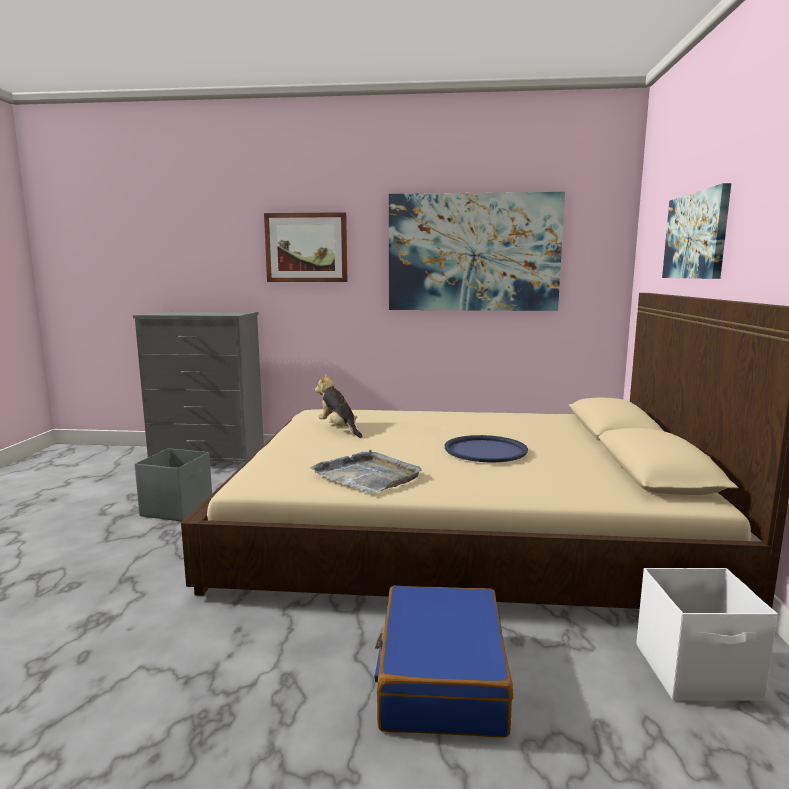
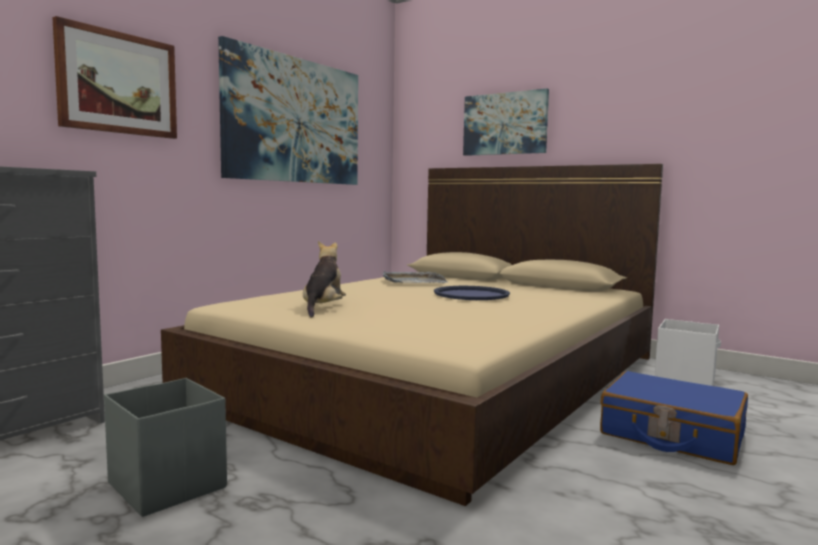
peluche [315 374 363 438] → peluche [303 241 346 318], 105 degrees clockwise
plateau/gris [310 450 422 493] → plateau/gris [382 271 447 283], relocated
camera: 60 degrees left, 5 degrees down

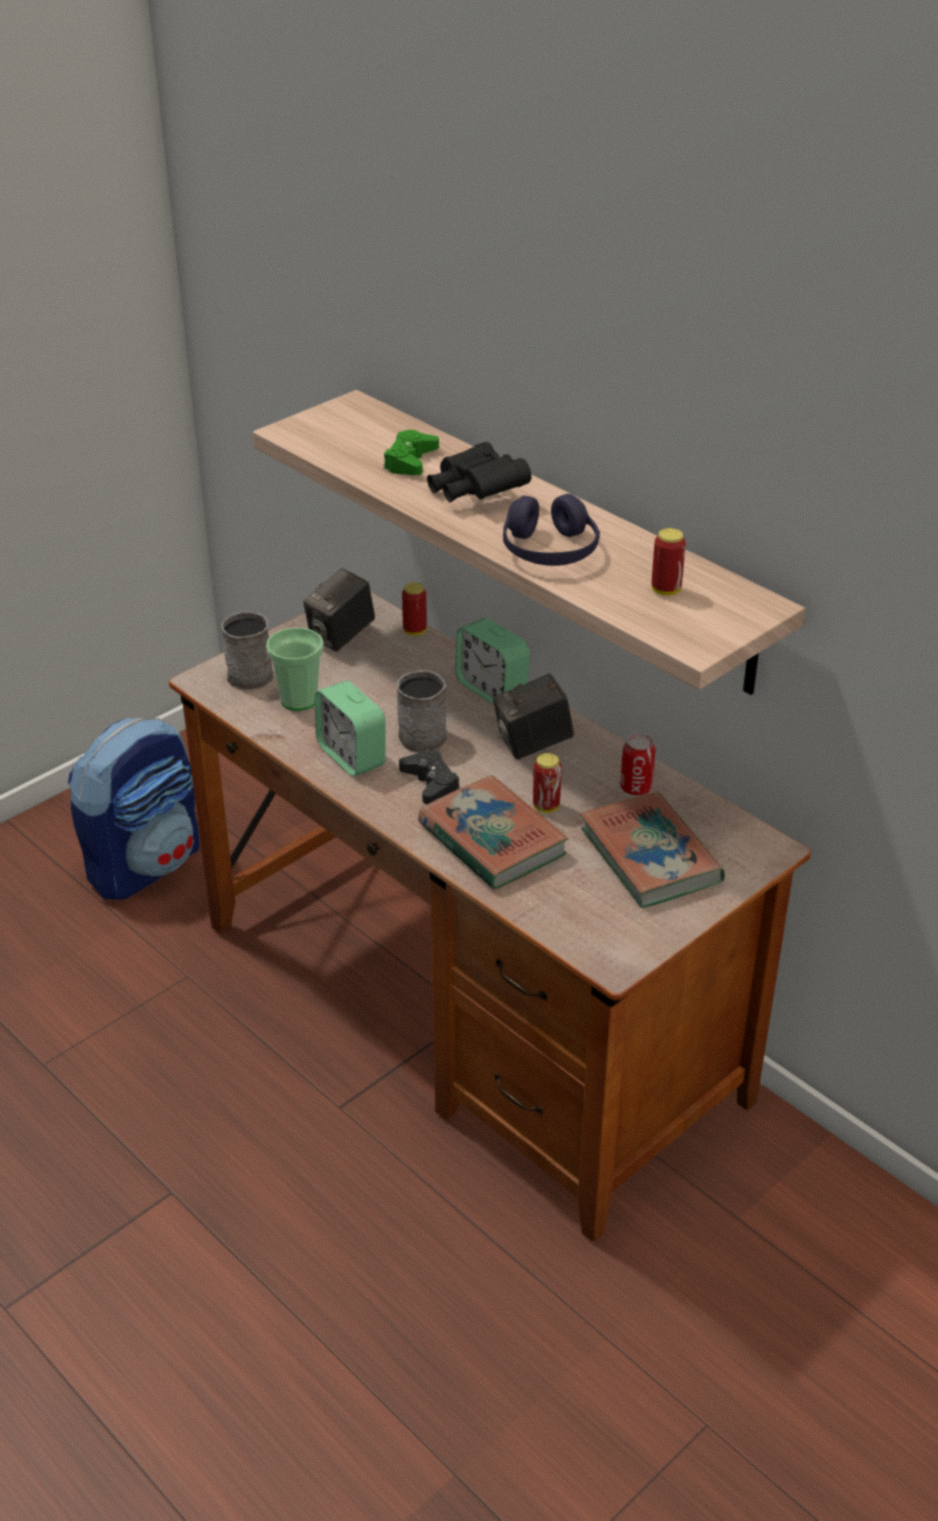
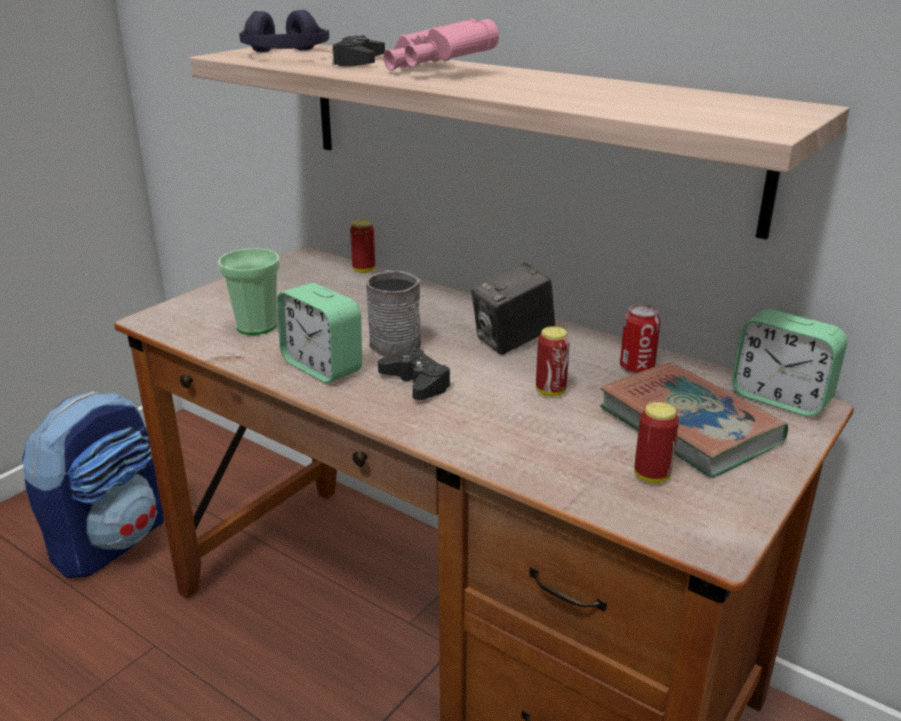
casque audio/violet [503 494 600 566] → casque audio/violet [239 10 329 52], relocated
manette/vert [383 430 439 475] → manette/noir [332 35 385 66]
jumelles/noir [427 442 531 503] → jumelles/rose [383 19 499 71]
boîte métallique [652 528 686 595] → boîte métallique [635 402 679 483], relocated
réveil [455 618 530 705] → réveil [732 309 848 417], relocated
mug/gris [221 611 273 690] → -
appareil photo [303 568 375 652] → -
livre [418 775 569 890] → -
camera: 10 degrees left, 10 degrees down

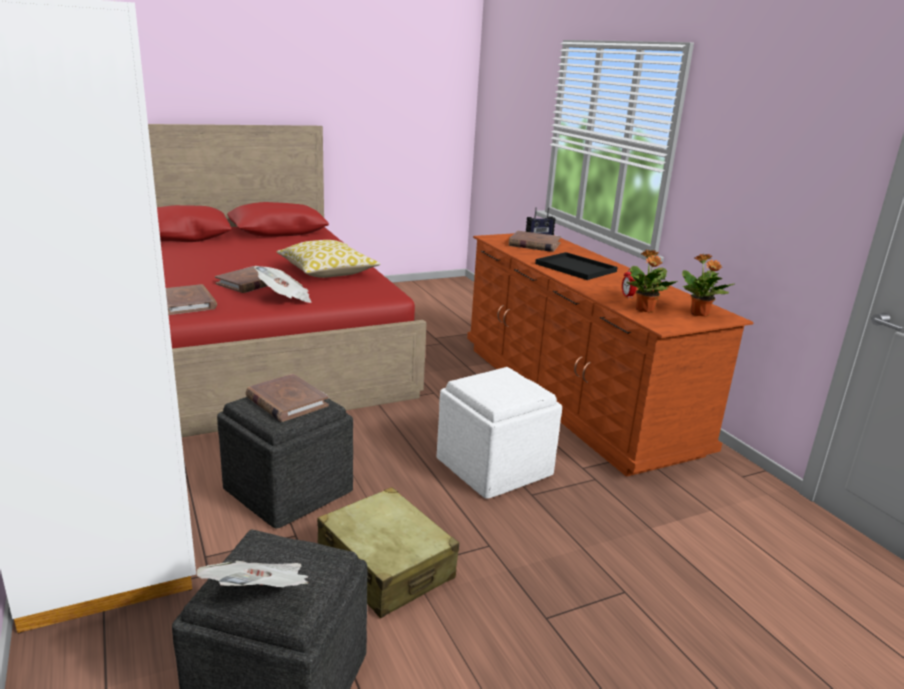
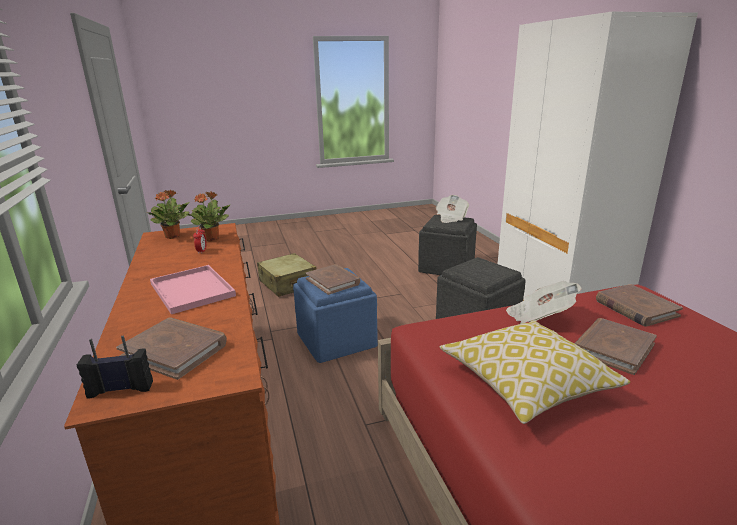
plateau/noir [535 252 618 280] → plateau/rose [150 265 236 314]
valise/beige [317 487 459 618] → valise/beige [257 253 317 297], relocated
pouf/blanc [437 367 562 499] → pouf/bleu [293 268 378 363]
livre/marron [246 374 329 422] → livre/marron [305 264 360 295], relocated
camera: 170 degrees left, 0 degrees up

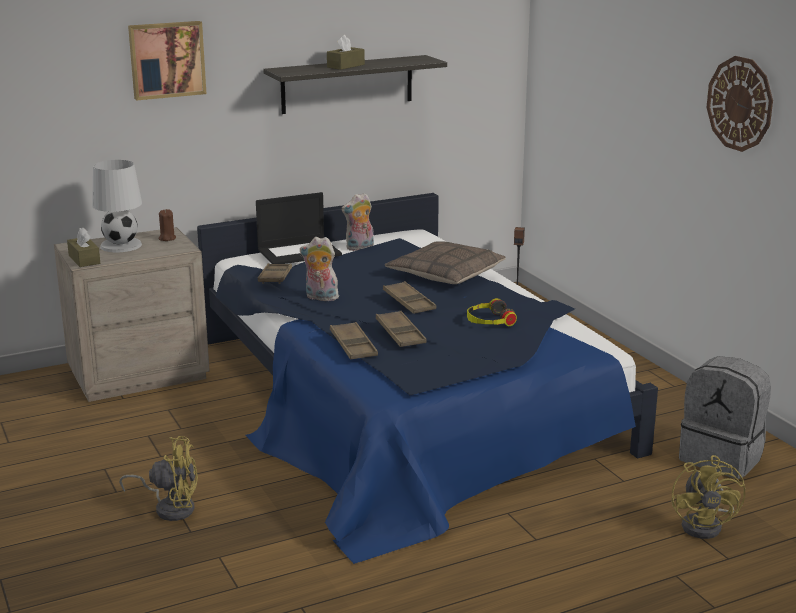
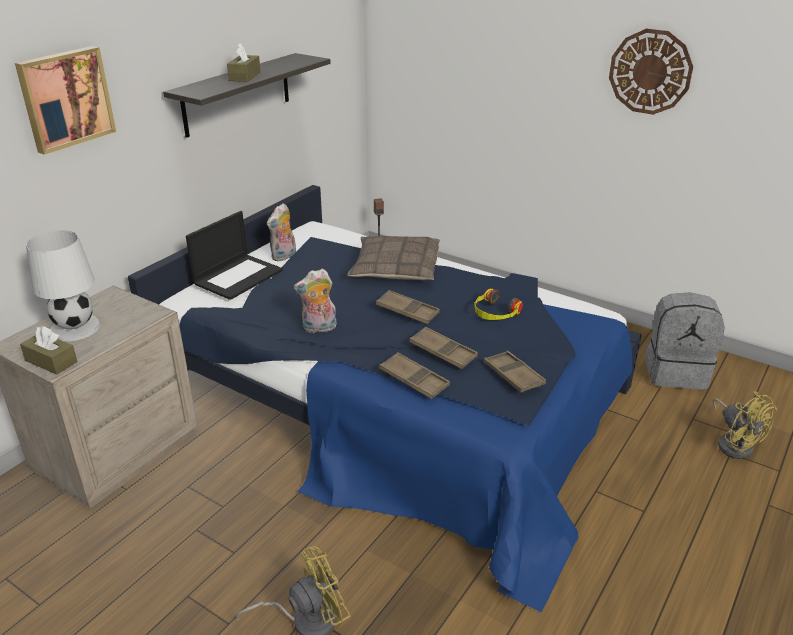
plateau/marron [258 263 292 284] → plateau/marron [484 351 546 392], relocated
bougie/marron [159 209 176 241] → -
camera: 30 degrees left, 10 degrees up

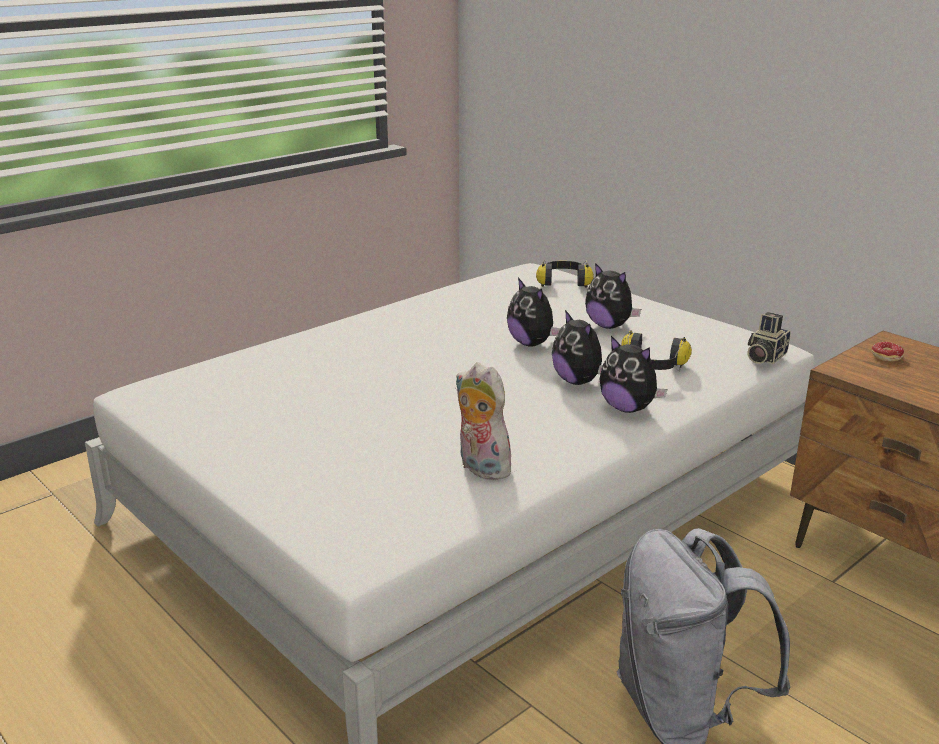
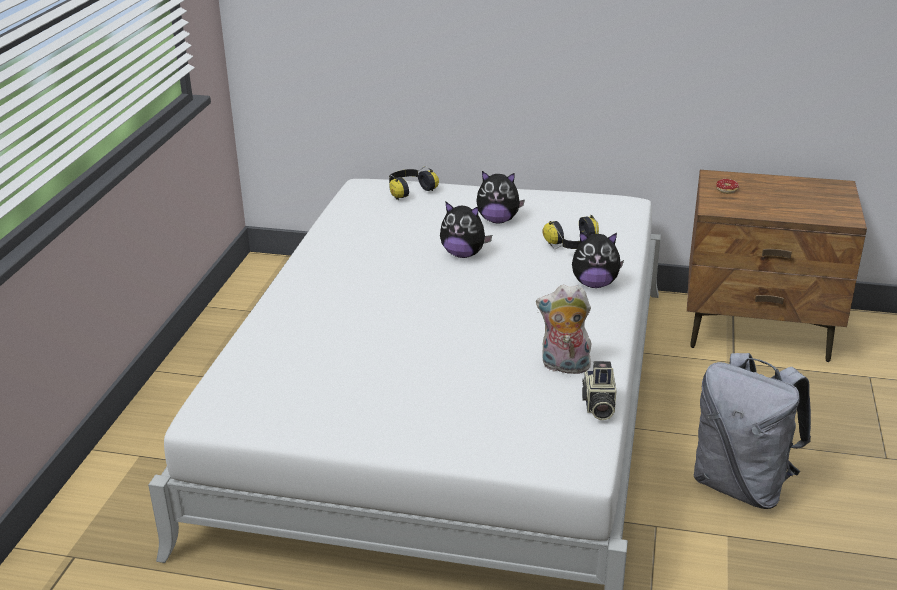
appareil photo [747 312 791 364] → appareil photo [582 361 616 420], relocated
peluche [552 310 603 385] → -
camera: 35 degrees left, 5 degrees up

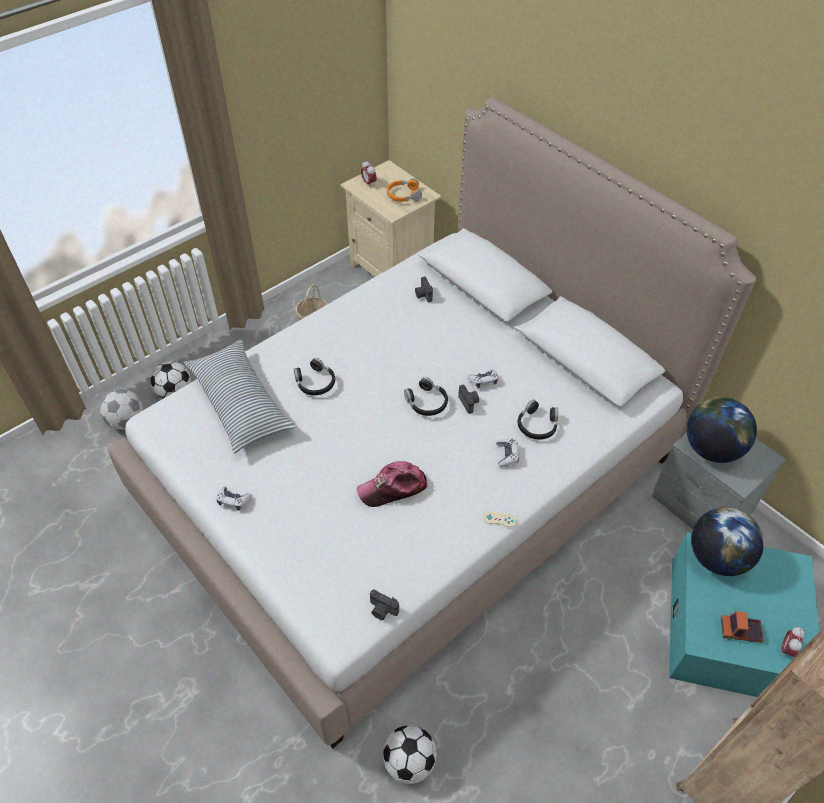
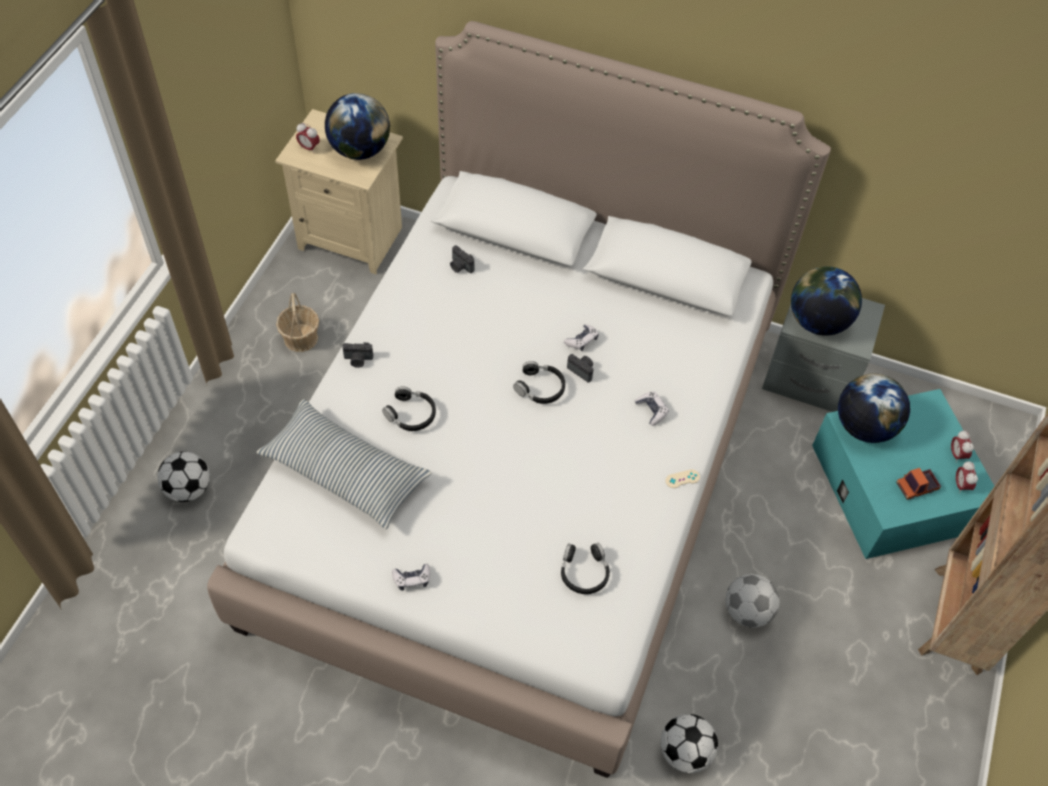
casque audio/orange [387 178 422 202] → globe [325 93 390 160]
appareil photo [370 589 399 620] → appareil photo [342 342 373 368], relocated
casque audio/noir [518 400 558 440] → casque audio/noir [561 543 610 594], relocated
ballon de foot [100 389 143 430] → ballon de foot [726 574 780 628], relocated
- → réveil [951 431 974 462]
casquette [357 461 427 507] → -
camera: 30 degrees left, 5 degrees up

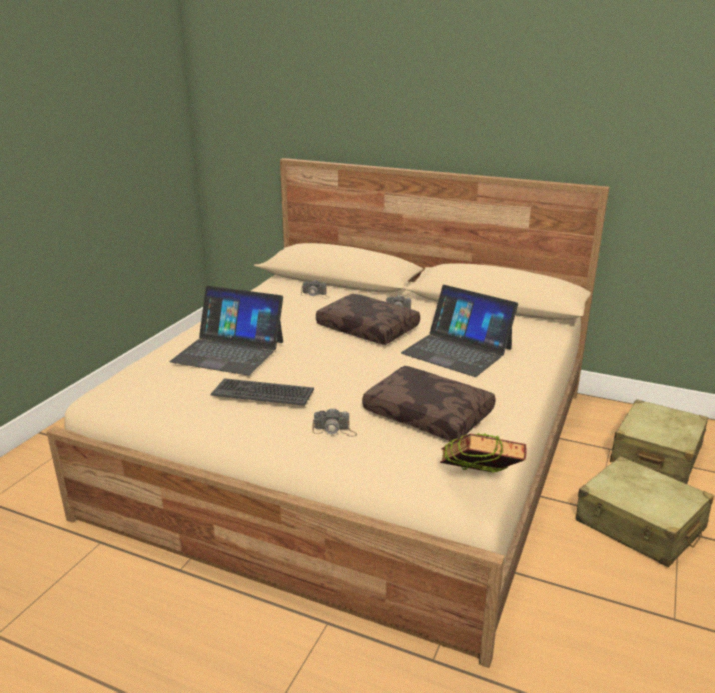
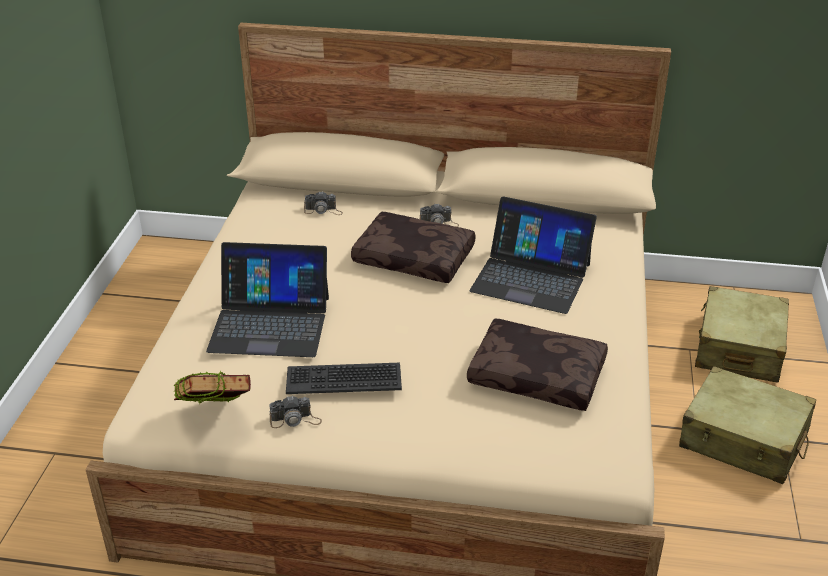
livre [440 433 526 473] → livre [174 371 251 404], relocated
appareil photo [312 409 357 437] → appareil photo [269 395 322 428], relocated
camera: 15 degrees left, 10 degrees up

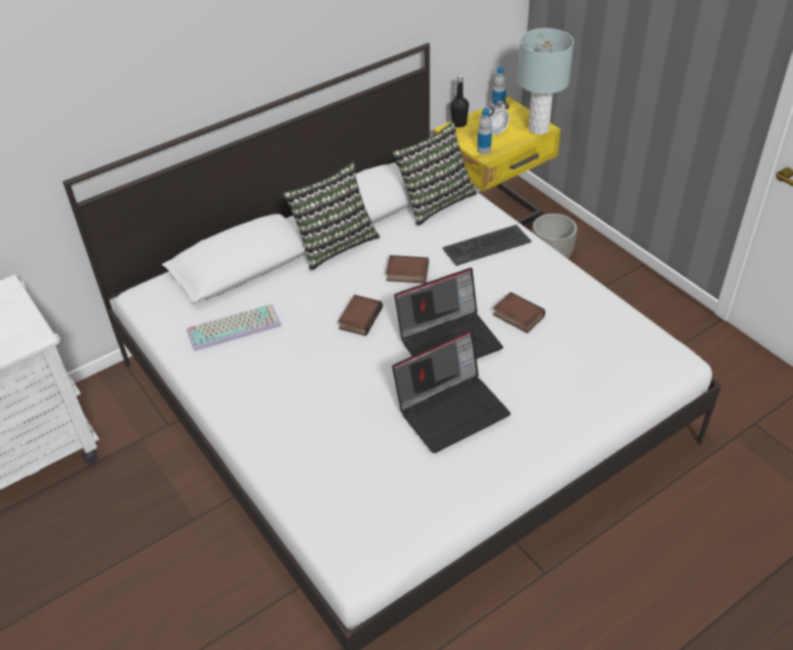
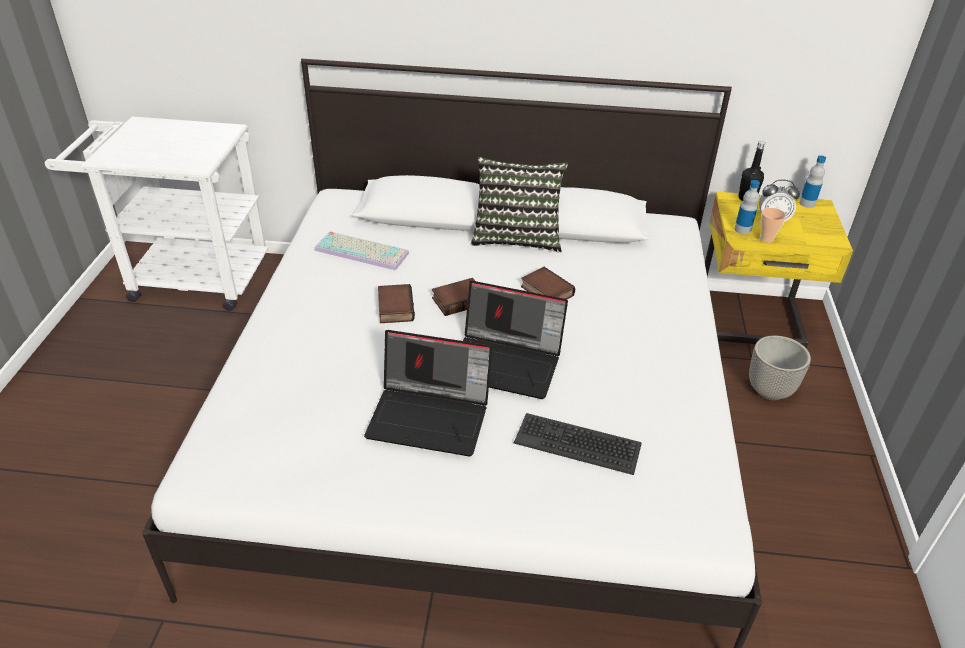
livre [493 292 545 333] → livre [378 284 415 323], relocated
clavier [443 225 532 266] → clavier [514 413 642 475], relocated
- → tasse [760 208 786 243]
coussin [392 122 477 226] → -
lampe de table/gris [518 28 574 134] → -
camera: 40 degrees right, 5 degrees down

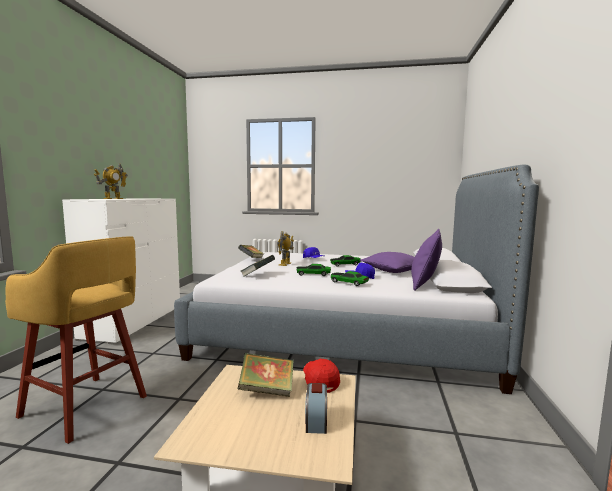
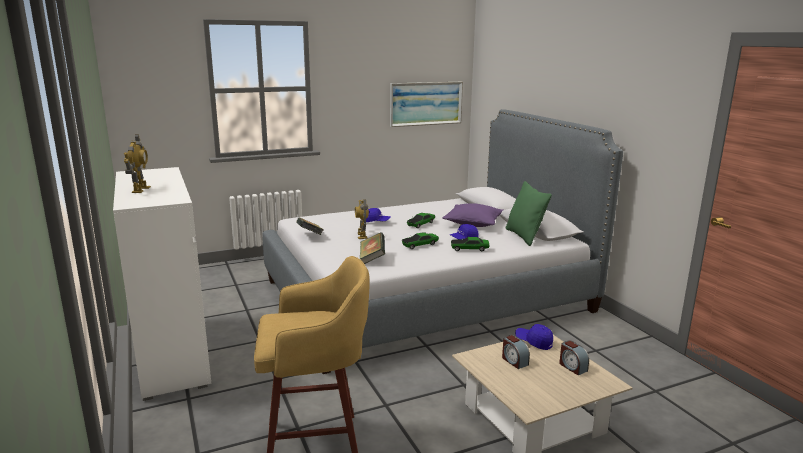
- → tableau [390 82 463 127]
livre [238 353 294 397] → réveil [502 335 530 369]
coussin/violet [411 229 442 291] → coussin/vert [506 181 552 246]
casquette/rouge [303 359 340 393] → casquette/bleu [515 324 553 350]
camera: 35 degrees left, 10 degrees up

